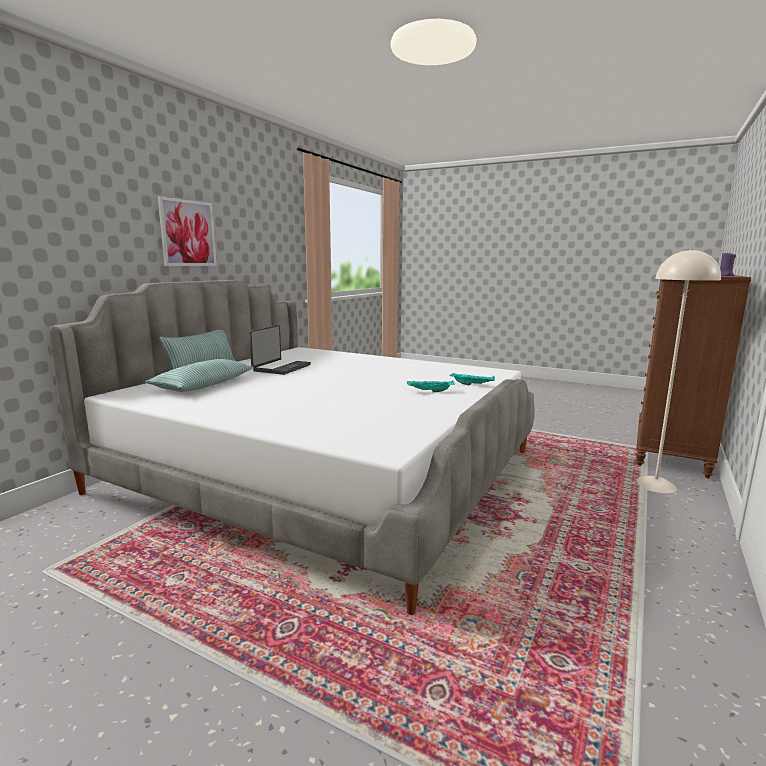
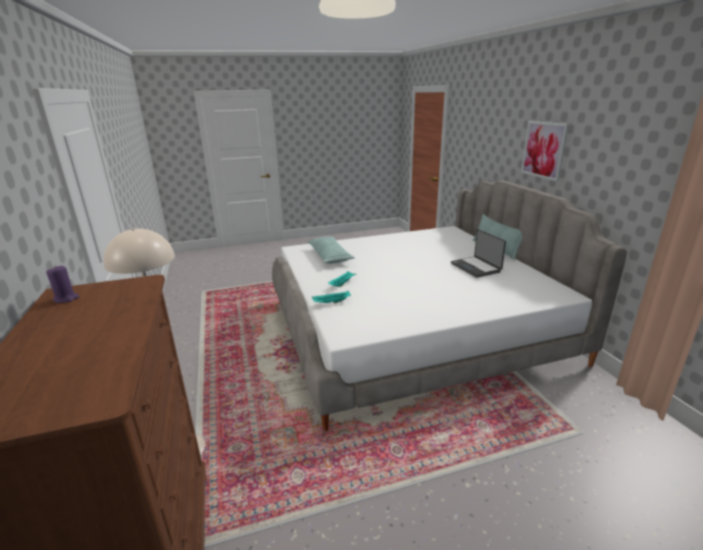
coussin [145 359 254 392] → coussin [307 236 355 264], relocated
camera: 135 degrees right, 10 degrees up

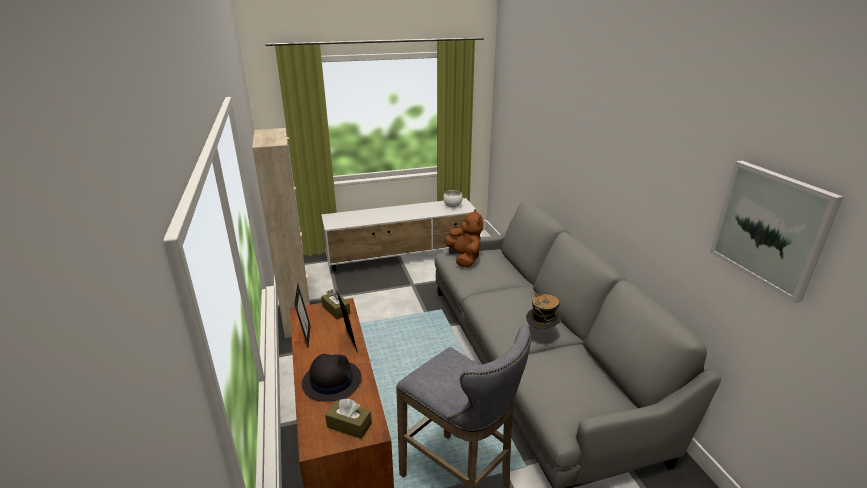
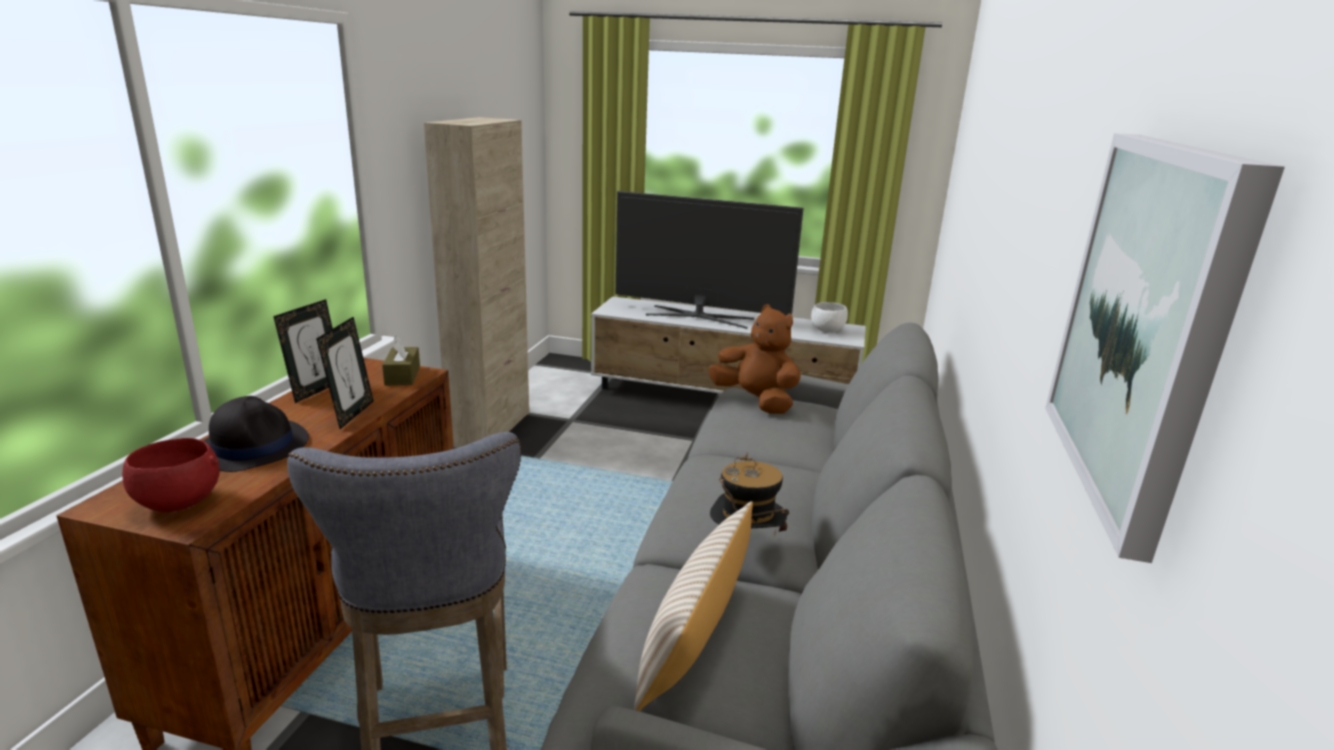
boîte à mouchoirs/marron [325 399 372 439] → bol/rouge [122 438 219 512]
- → téléviseur [615 191 804 329]
- → coussin/beige [633 501 753 711]
peluche/marron [445 209 483 268] → peluche/marron [708 304 800 414], 60 degrees counterclockwise
camera: 30 degrees right, 5 degrees down

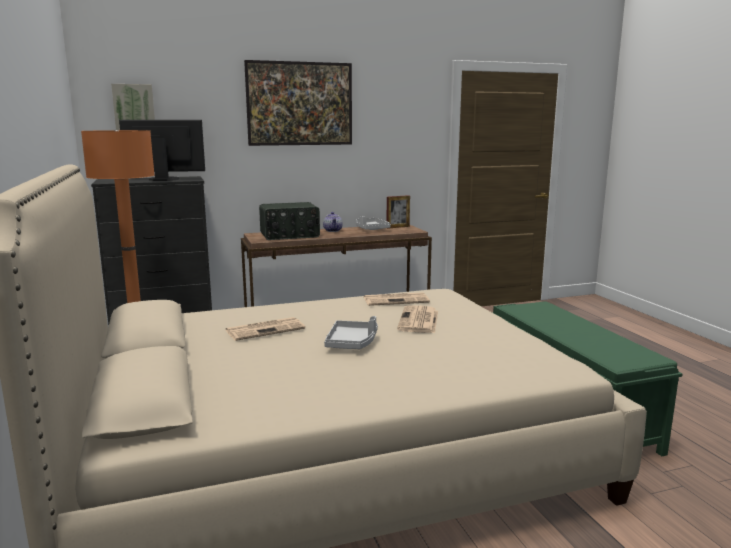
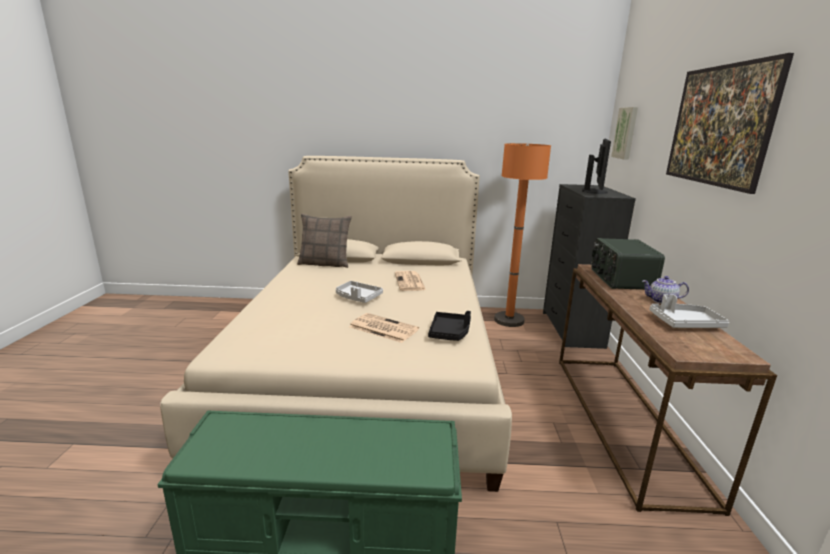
- → coussin [297 213 352 268]
journal [364 292 430 306] → plateau/noir [428 311 471 341]
cadre photo [387 195 410 229] → -
camera: 110 degrees right, 5 degrees up

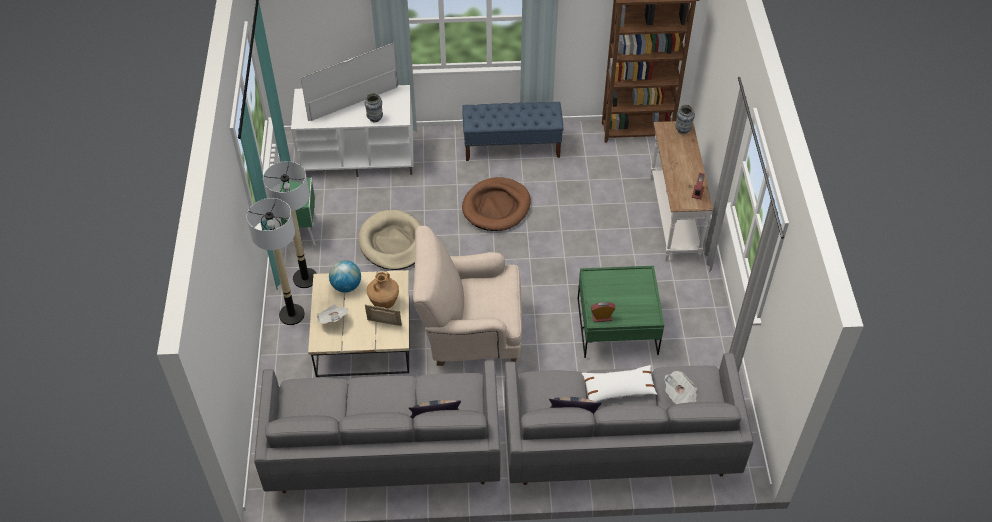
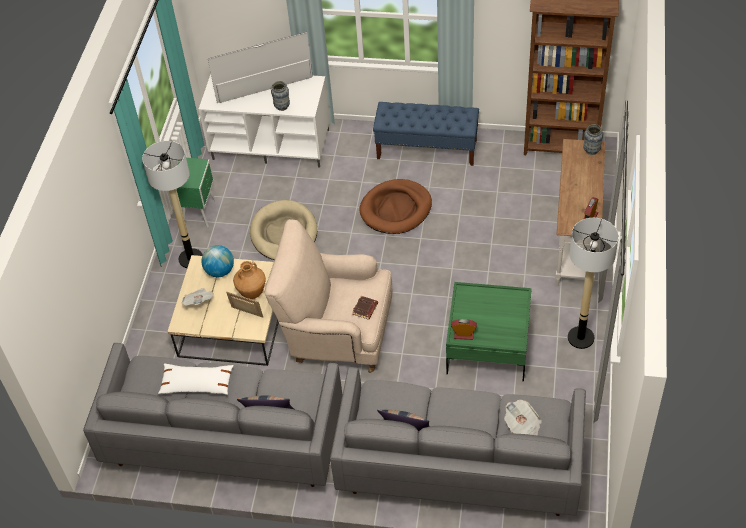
coussin/blanc [581 365 657 401] → coussin/blanc [158 364 234 395], relocated
- → livre/marron [352 296 378 320]
lampadaire [247 198 305 325] → lampadaire [568 218 619 349], relocated
camera: 15 degrees right, 0 degrees up

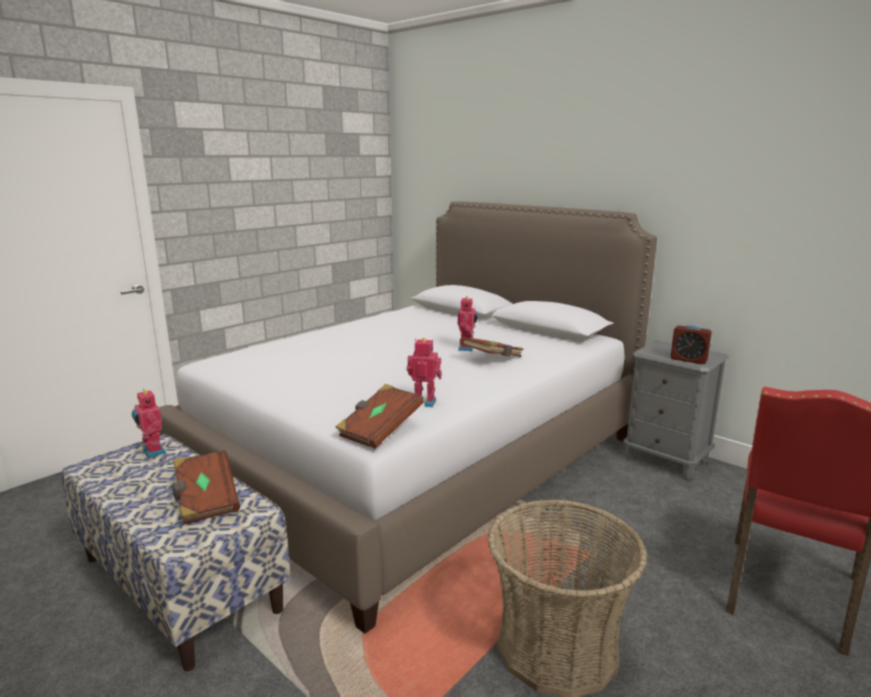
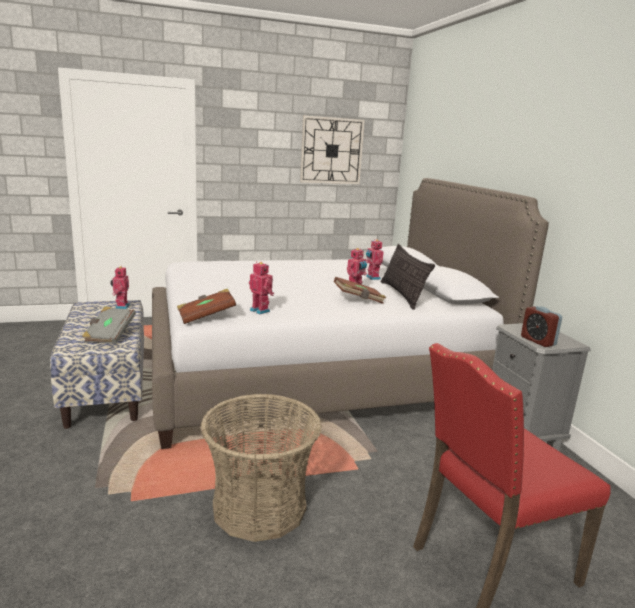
livre/marron [173 450 240 524] → livre/gris [82 307 136 344]
- → horloge murale [300 116 365 184]
- → robot jouet [366 239 383 280]
- → coussin [381 244 435 310]
camera: 30 degrees right, 0 degrees up

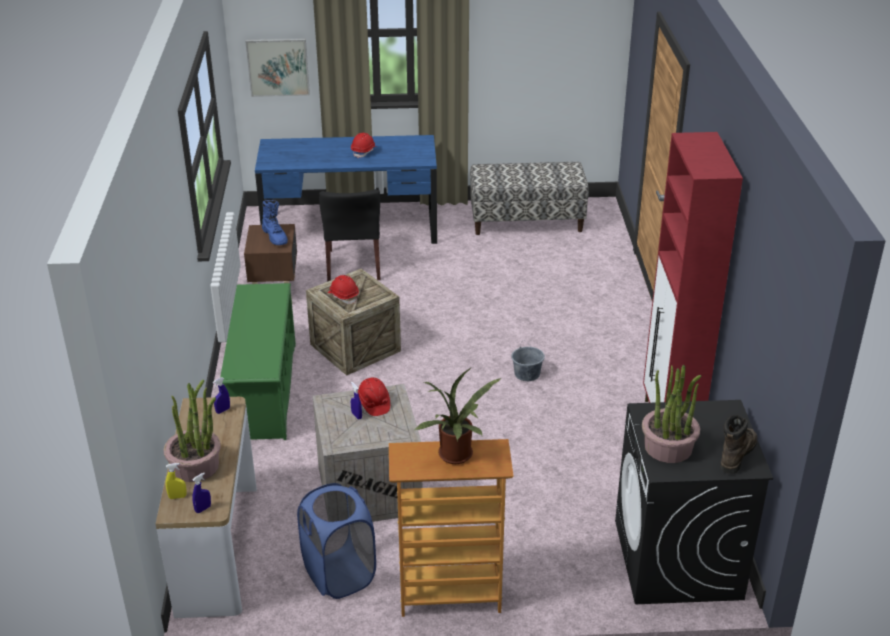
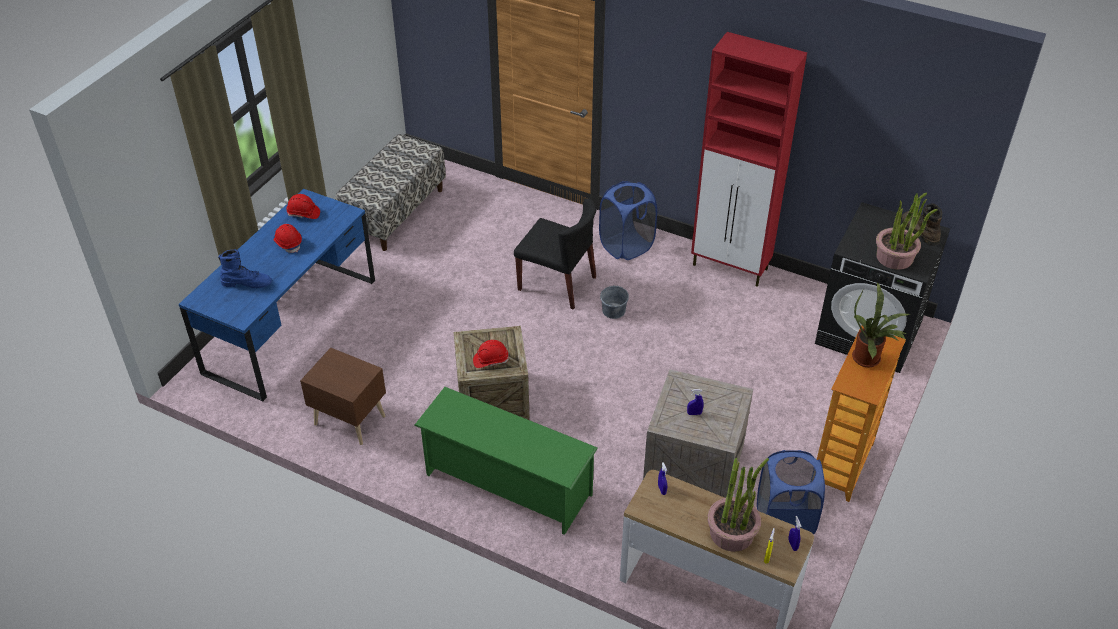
botte/bleu [262 200 288 245] → botte/bleu [218 249 272 288], relocated
casque de chantier/rouge [358 378 390 416] → casque de chantier/rouge [286 194 320 219], relocated
chaise/noir [319 189 381 282] → chaise/noir [514 198 597 310], relocated
- → panier à linge/bleu [599 181 657 260]
tableau [245 39 310 97] → -
camera: 60 degrees left, 10 degrees up

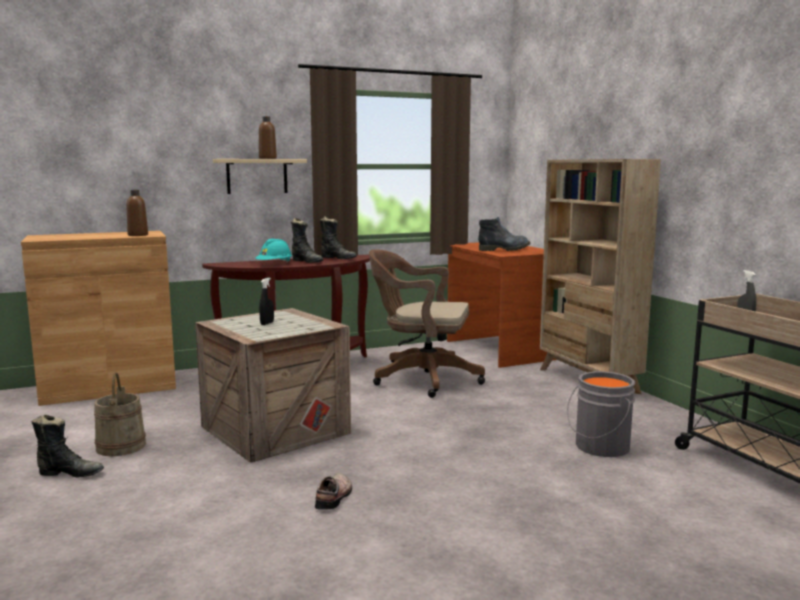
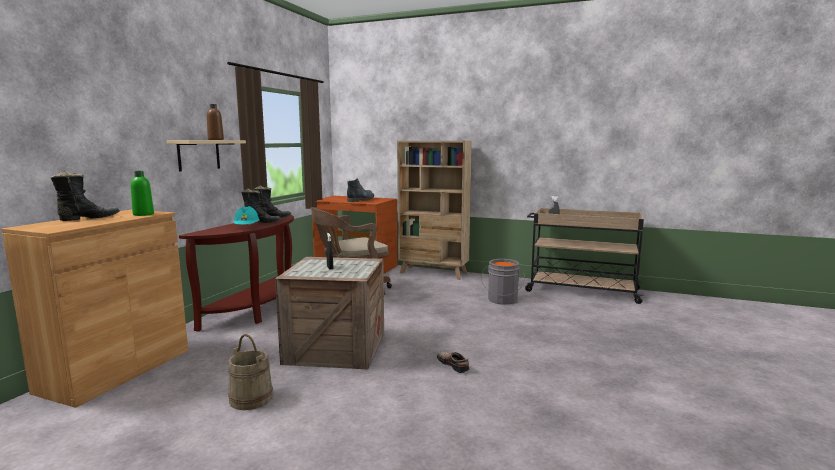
botte/noir [31 415 104 477] → botte/noir [51 171 120 221], relocated
bouteille/marron [126 190 148 236] → bouteille/vert [131 171 154 216]
camera: 45 degrees left, 0 degrees up

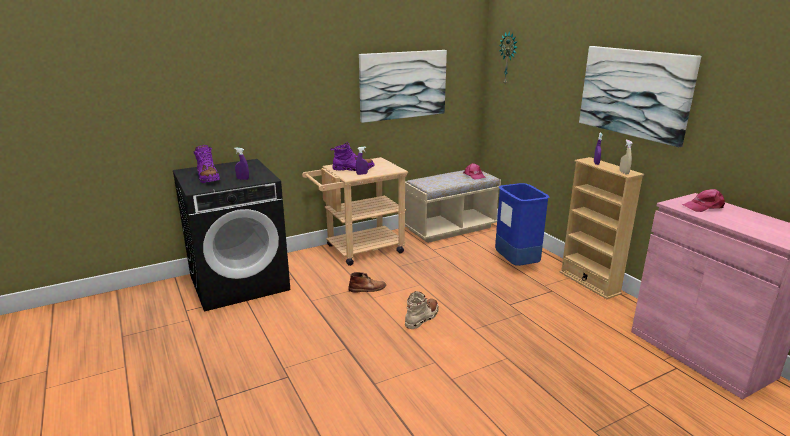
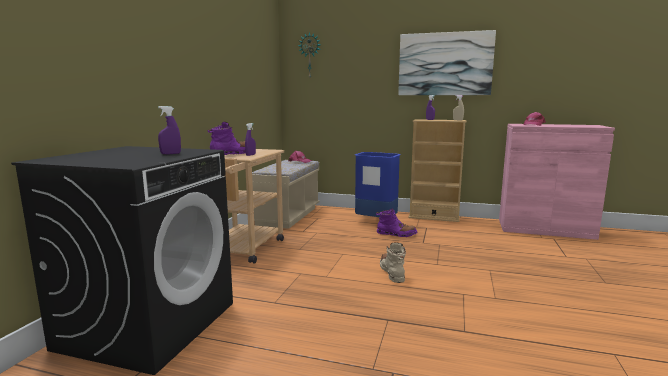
botte/violet [194 145 220 183] → botte/violet [376 208 417 237], relocated
botte/marron [348 272 386 292] → -
tableau [359 50 447 123] → -
camera: 45 degrees left, 10 degrees down

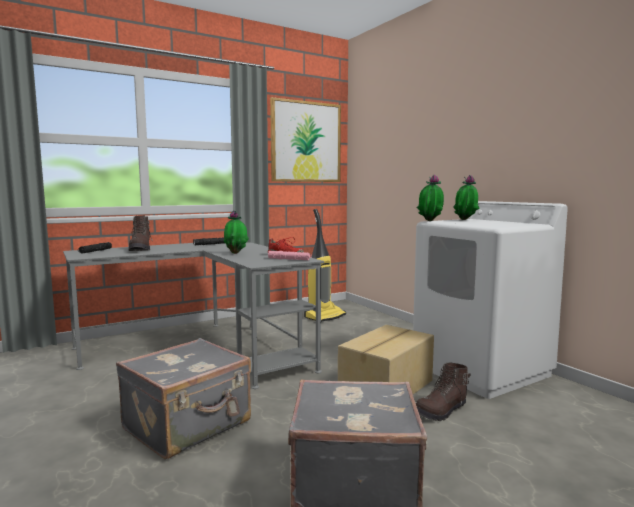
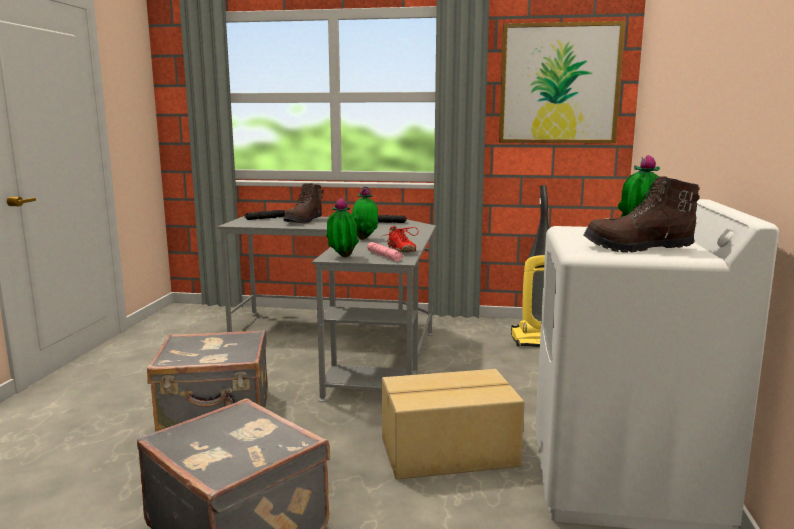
plante en pot [417 175 444 221] → plante en pot [326 198 359 257], relocated
botte/marron [416 362 471 421] → botte/marron [584 176 700 252], relocated
camera: 40 degrees right, 5 degrees up

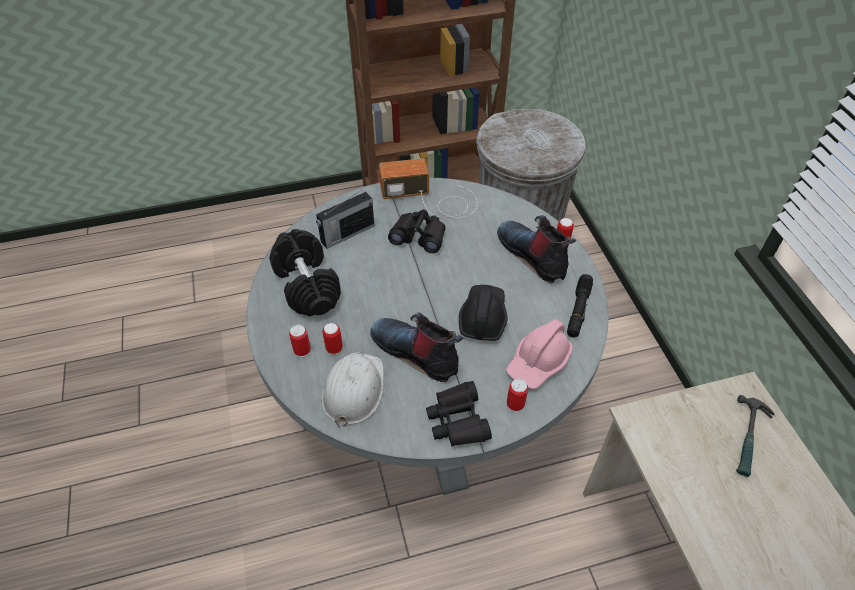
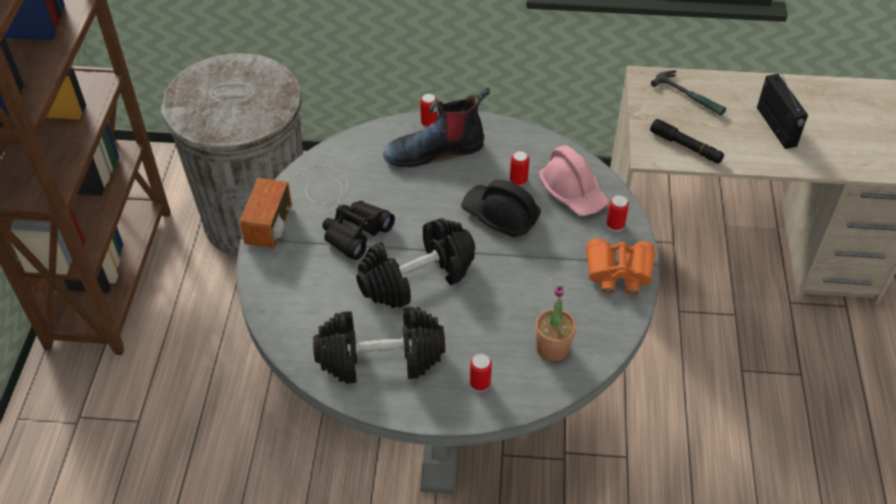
- → haltère/noir [356 218 475 308]
boîte métallique [322 323 343 354] → boîte métallique [510 151 529 185], relocated
casque de chantier/blanc [322 352 384 428] → plante en pot [535 286 576 361]
jumelles/noir [426 381 492 446] → jumelles/orange [586 238 655 296]
lampe de poche/noir [567 274 593 338] → lampe de poche/noir [650 119 724 164], relocated
radio [316 190 375 249] → radio [757 71 808 149], relocated
botte [370 312 463 382] → -
camera: 70 degrees left, 0 degrees up

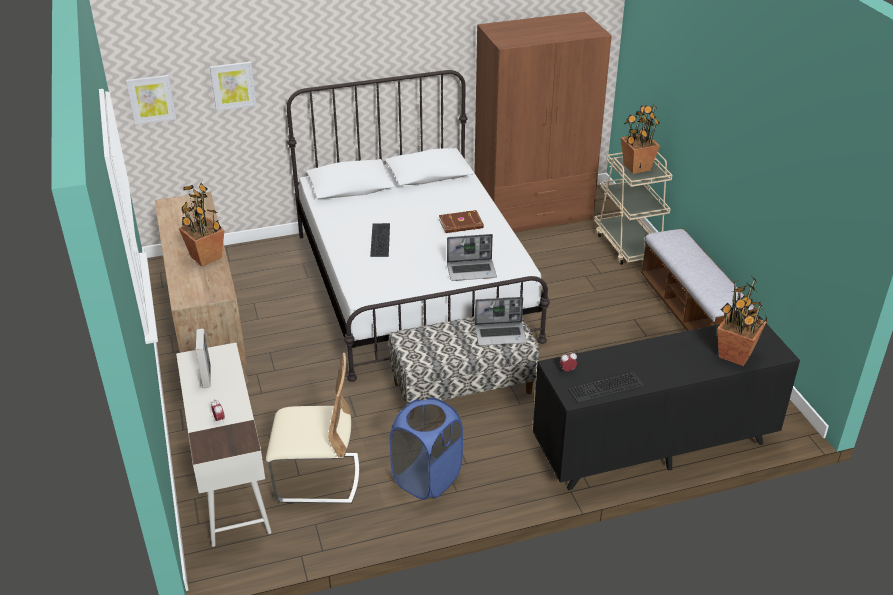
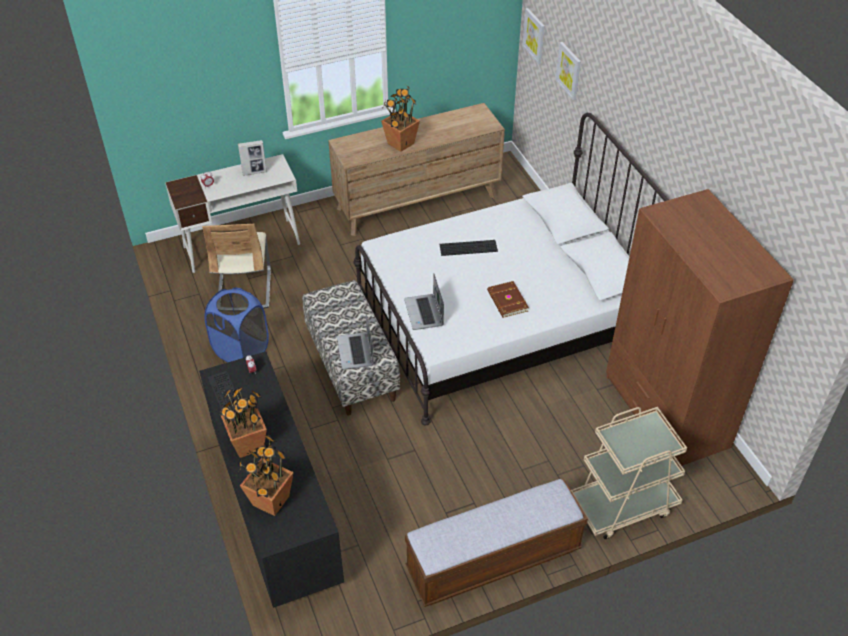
plante en pot [621 105 660 174] → plante en pot [220 387 267 458], relocated
camera: 85 degrees right, 10 degrees up

